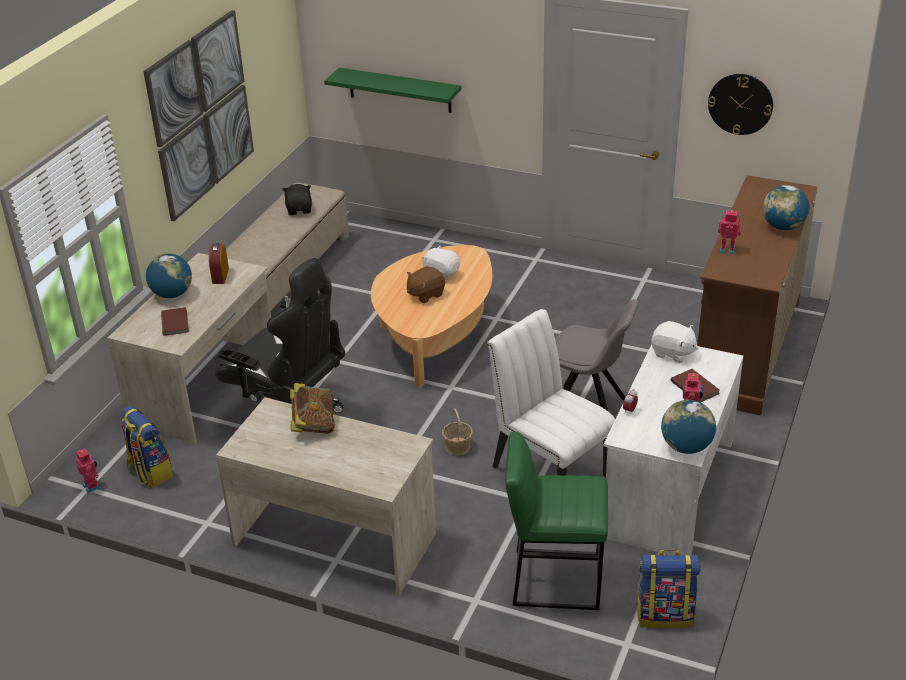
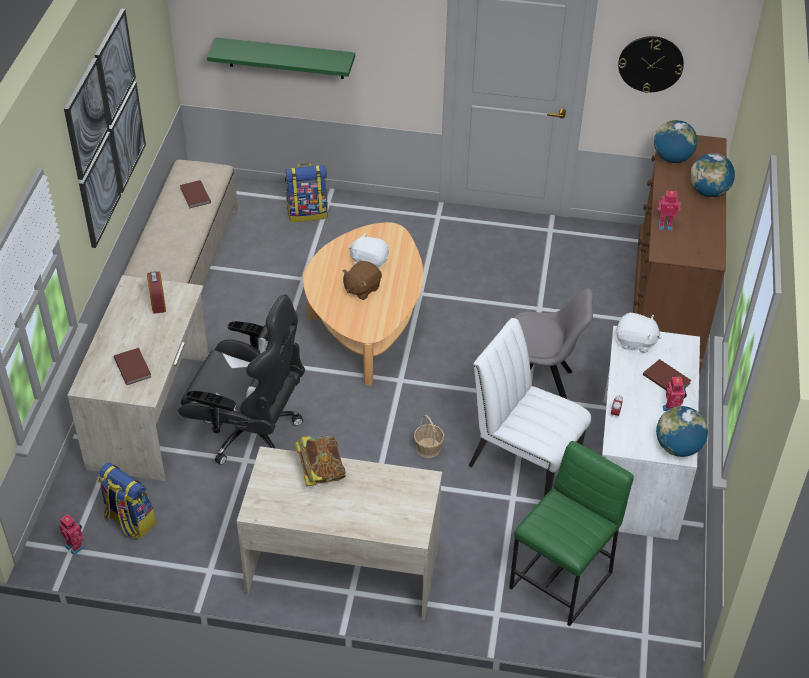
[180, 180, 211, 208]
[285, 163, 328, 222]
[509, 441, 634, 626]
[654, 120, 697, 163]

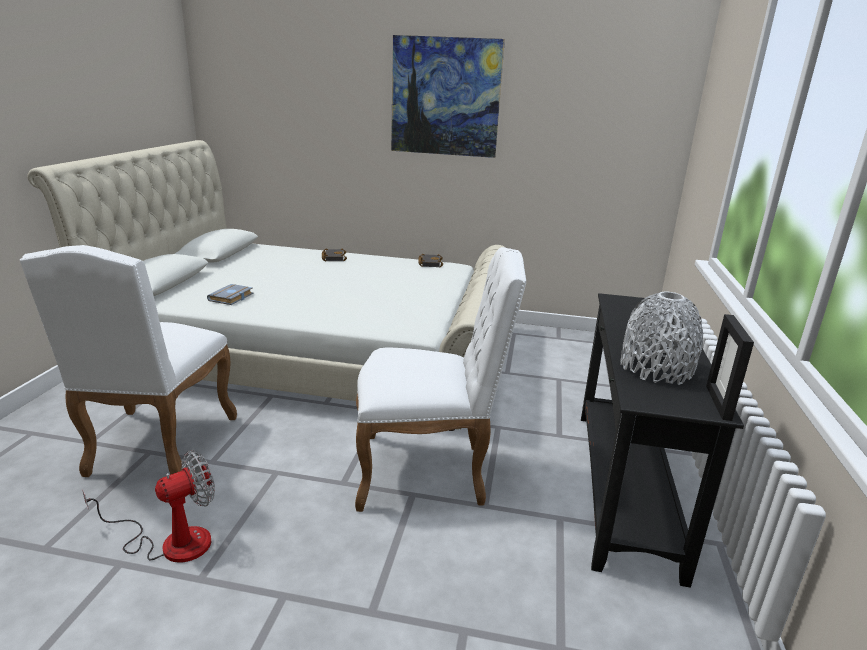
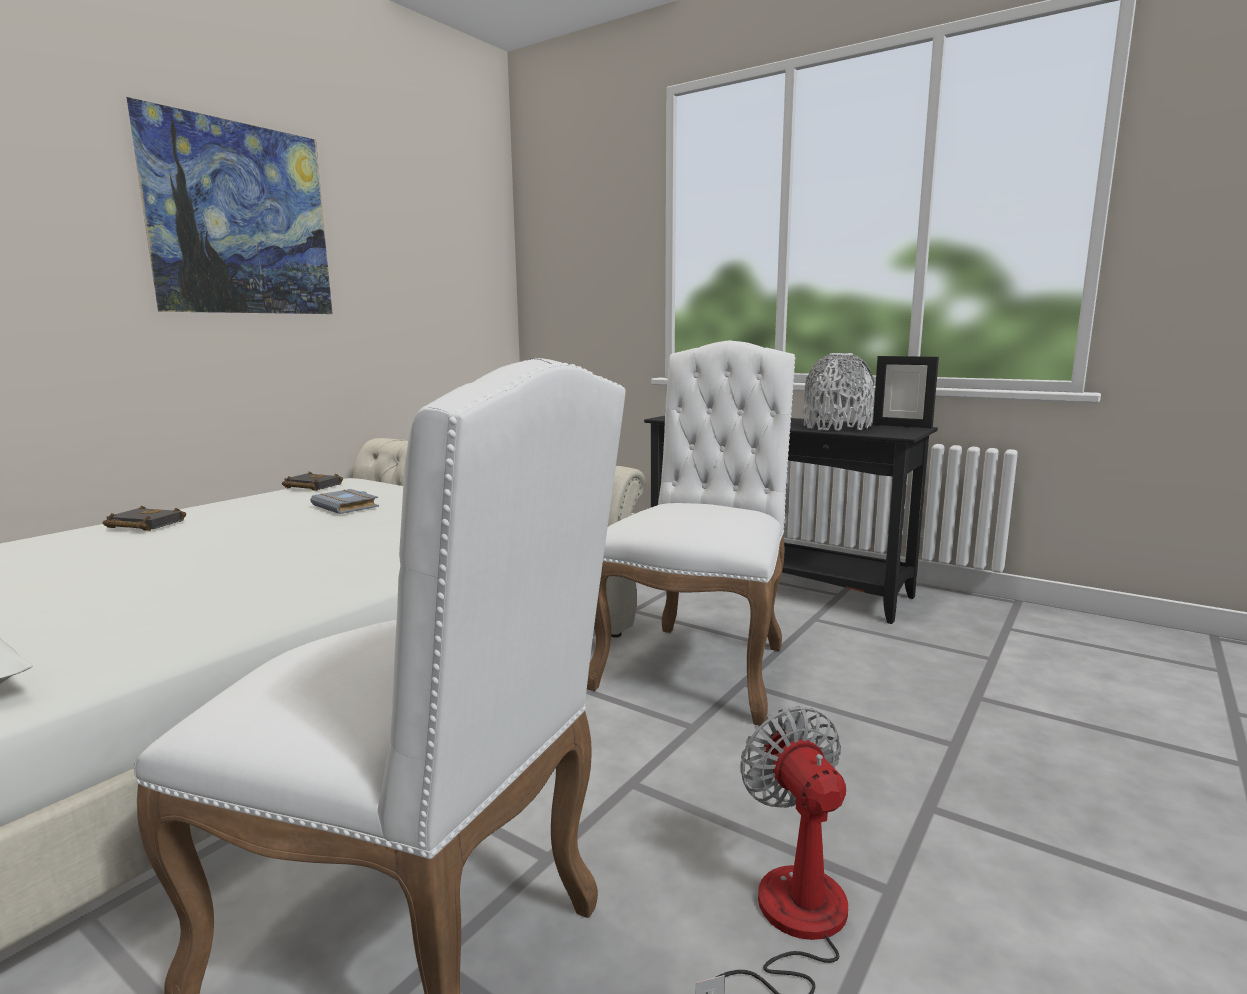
[310, 489, 379, 514]

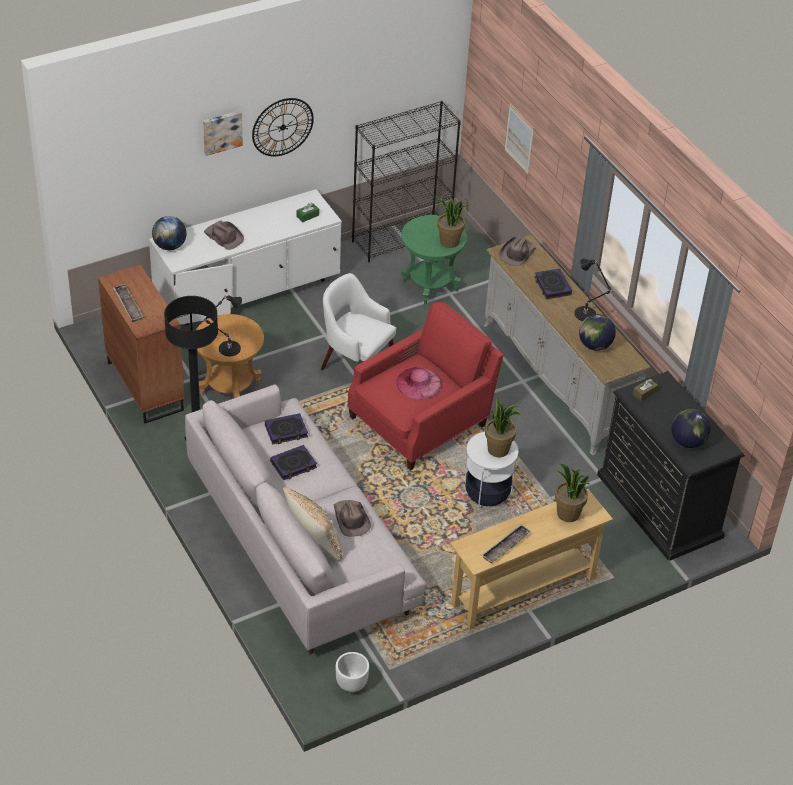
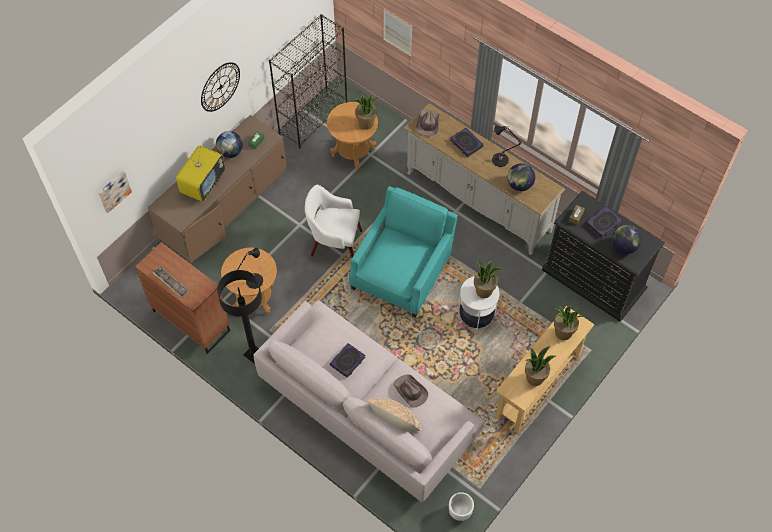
[98, 171, 132, 213]
[148, 115, 287, 263]
[176, 145, 225, 202]
[216, 131, 243, 158]
[327, 102, 378, 171]
[349, 186, 458, 318]
[525, 346, 556, 386]
[586, 207, 622, 238]
[396, 367, 441, 399] (first image)

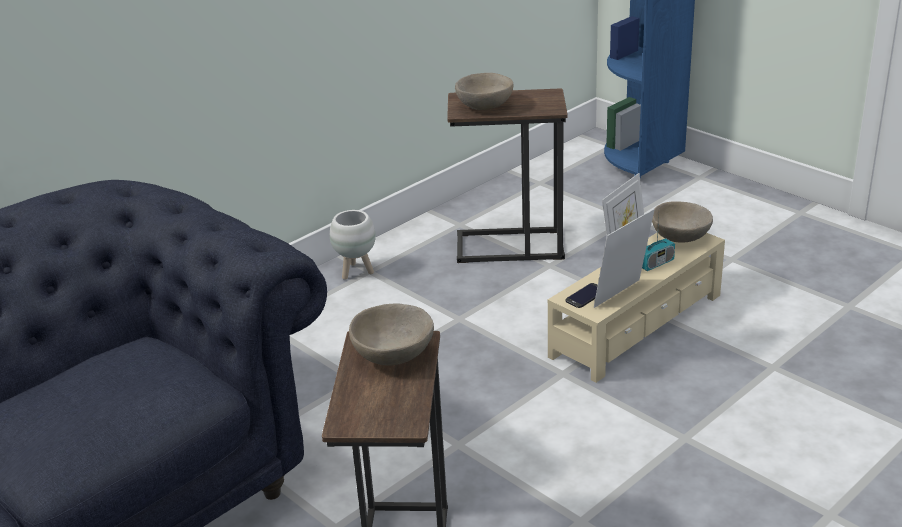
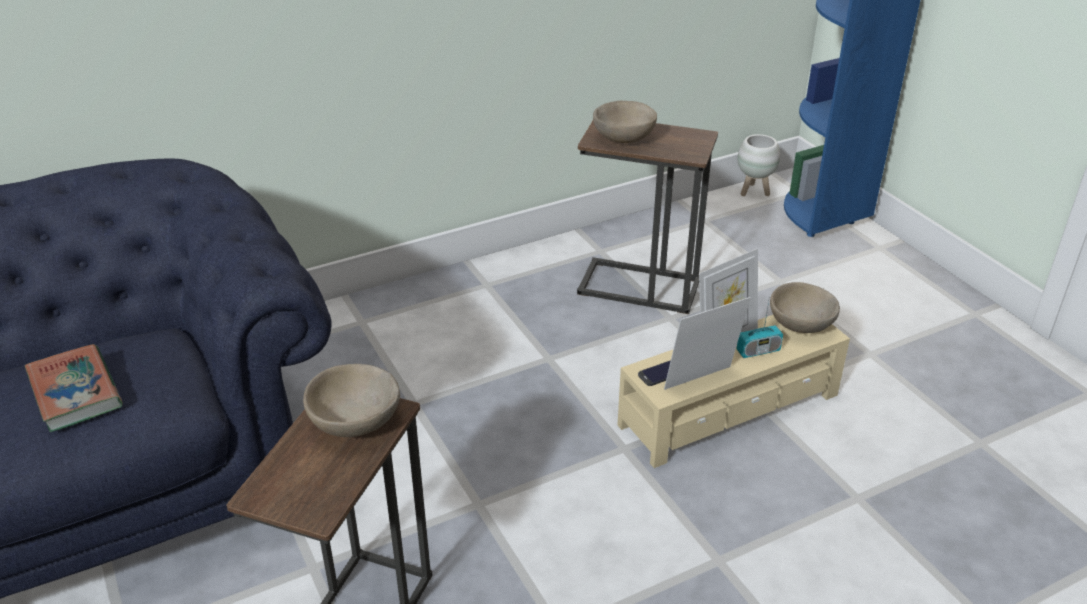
[25, 344, 123, 432]
[738, 134, 780, 196]

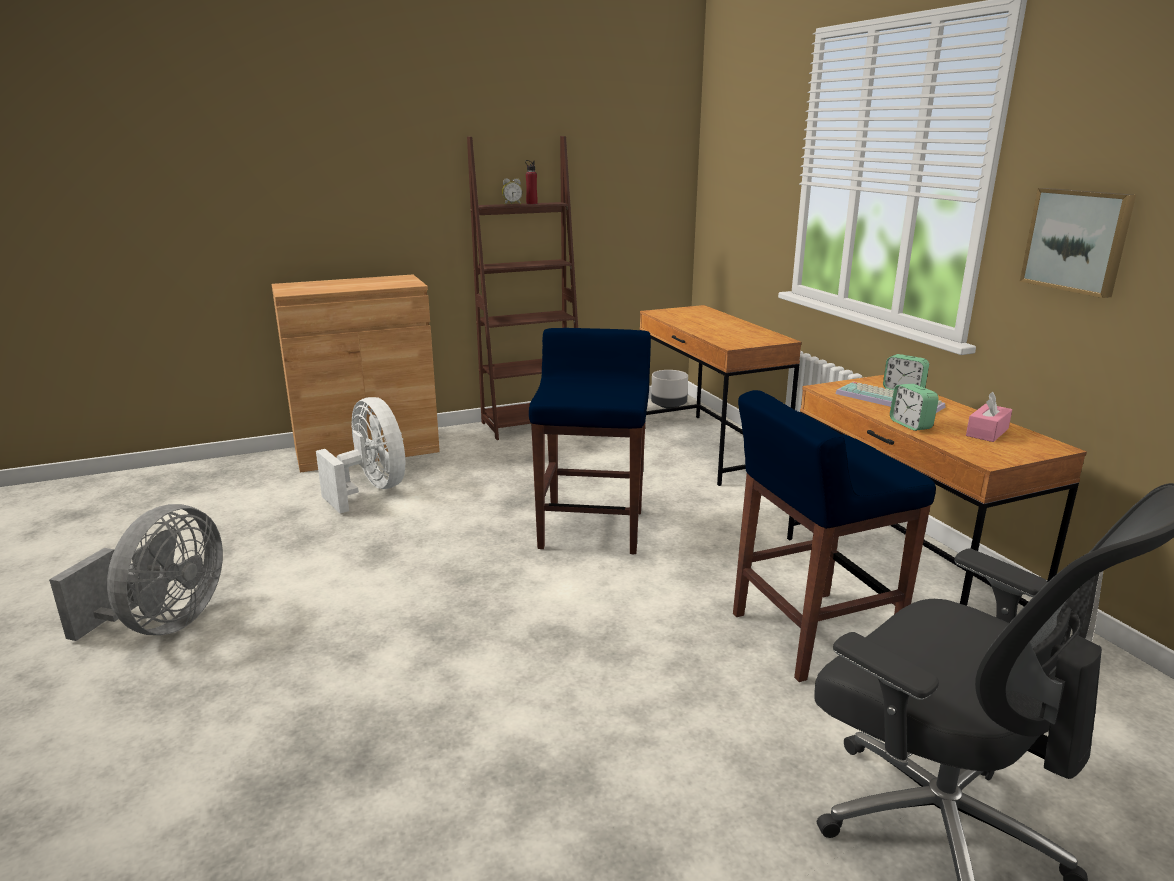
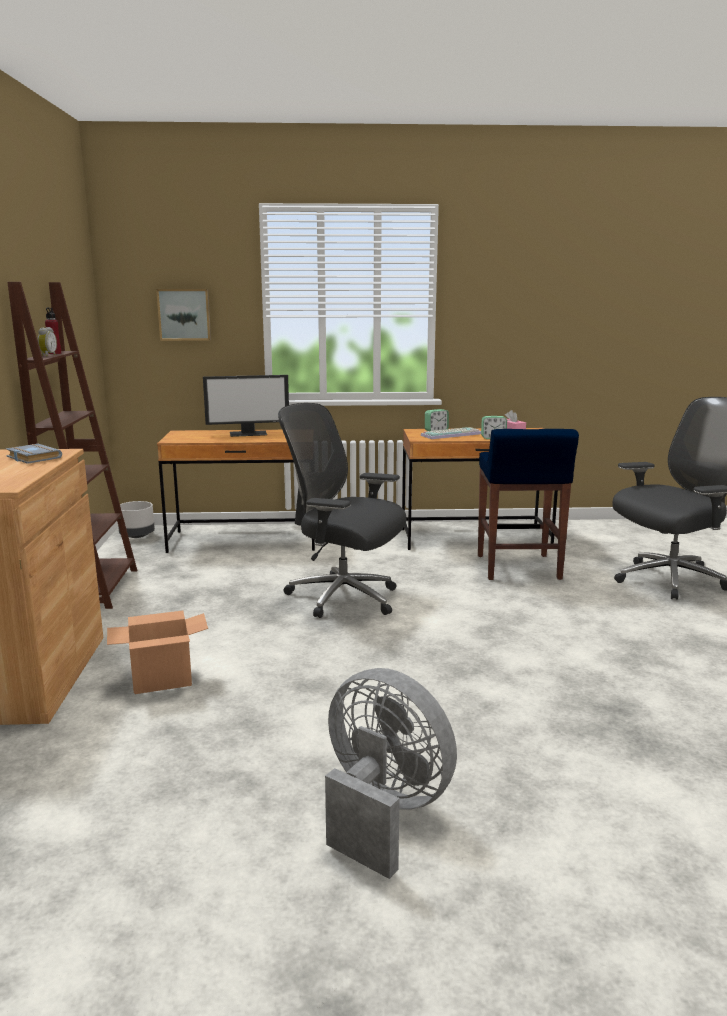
[6, 444, 62, 464]
[107, 611, 208, 694]
[156, 289, 211, 341]
[203, 375, 289, 437]
[278, 403, 406, 618]

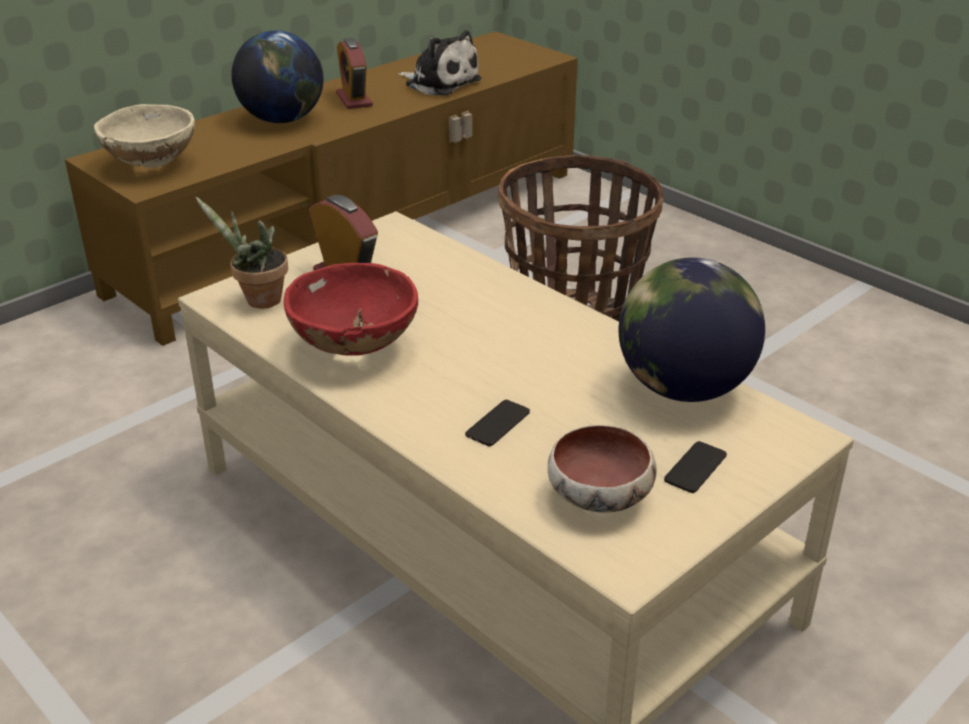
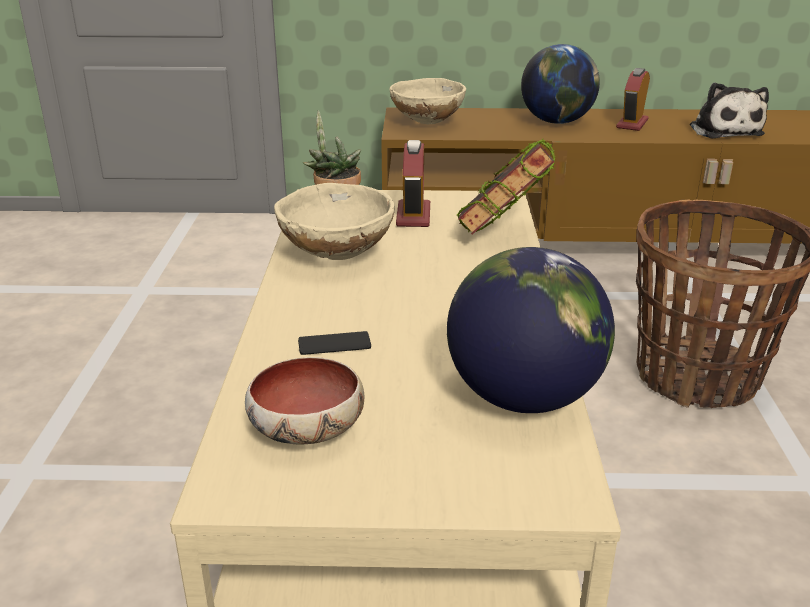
[274, 183, 395, 260]
[457, 139, 556, 235]
[664, 441, 727, 493] (first image)

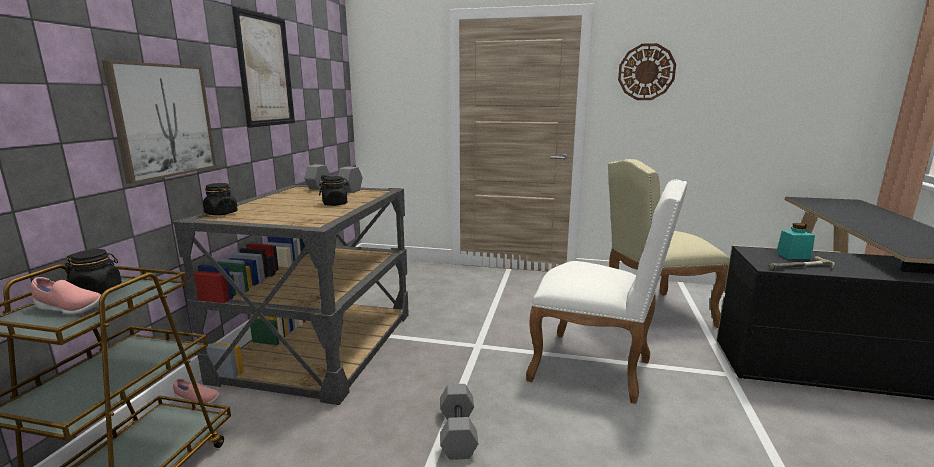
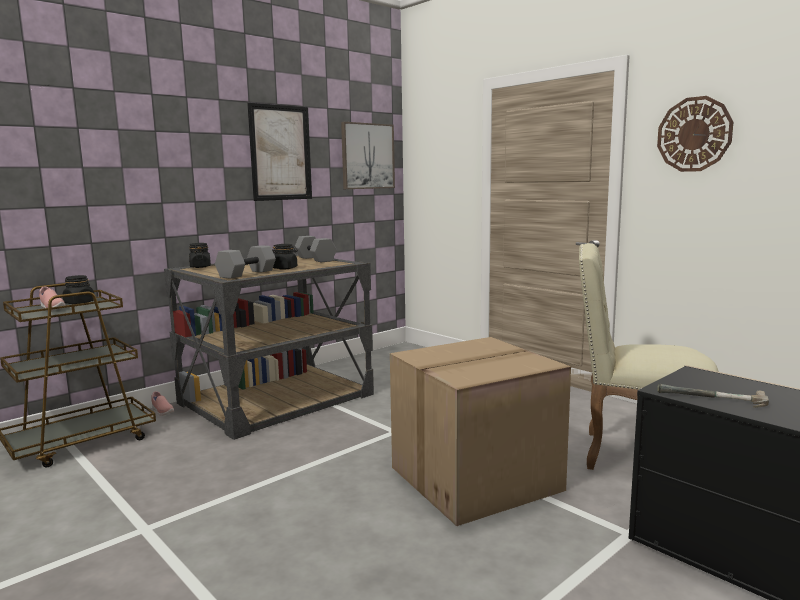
[215, 245, 276, 279]
[341, 122, 395, 189]
[390, 337, 571, 526]
[776, 223, 815, 259] (first image)

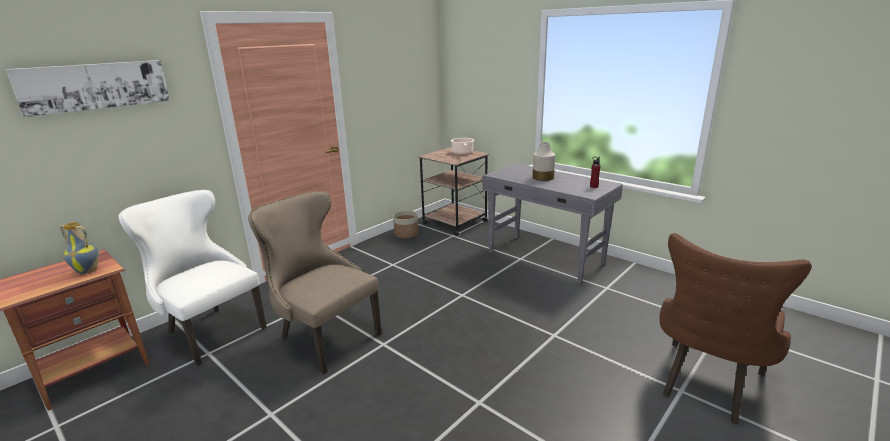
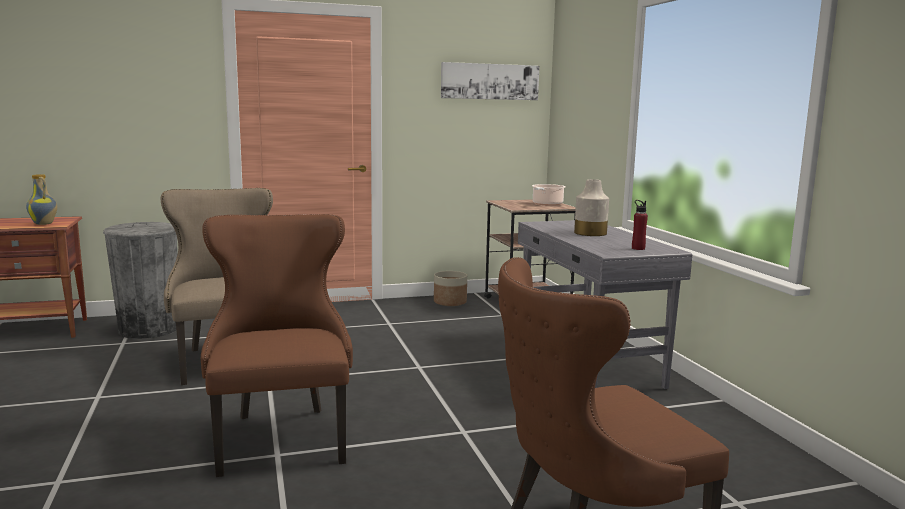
[103, 222, 177, 339]
[201, 214, 353, 477]
[441, 62, 539, 100]

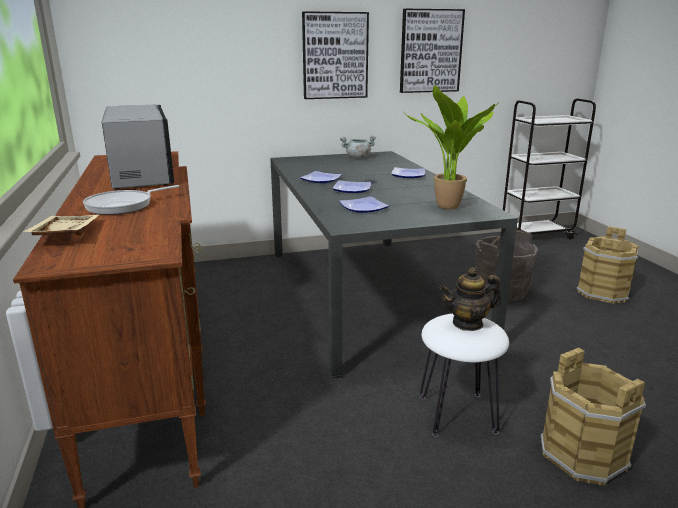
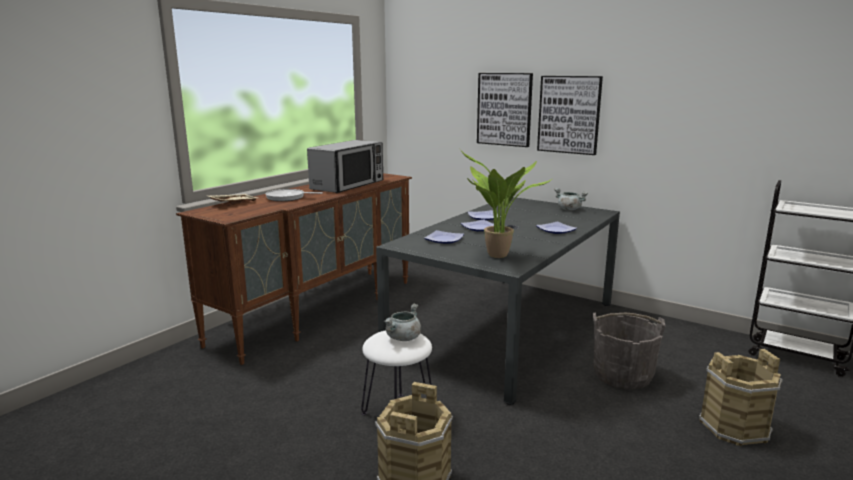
[384, 304, 421, 341]
[477, 73, 533, 147]

